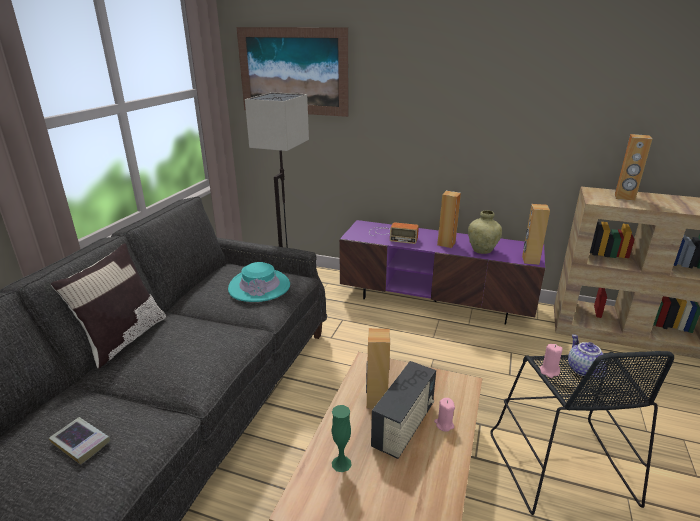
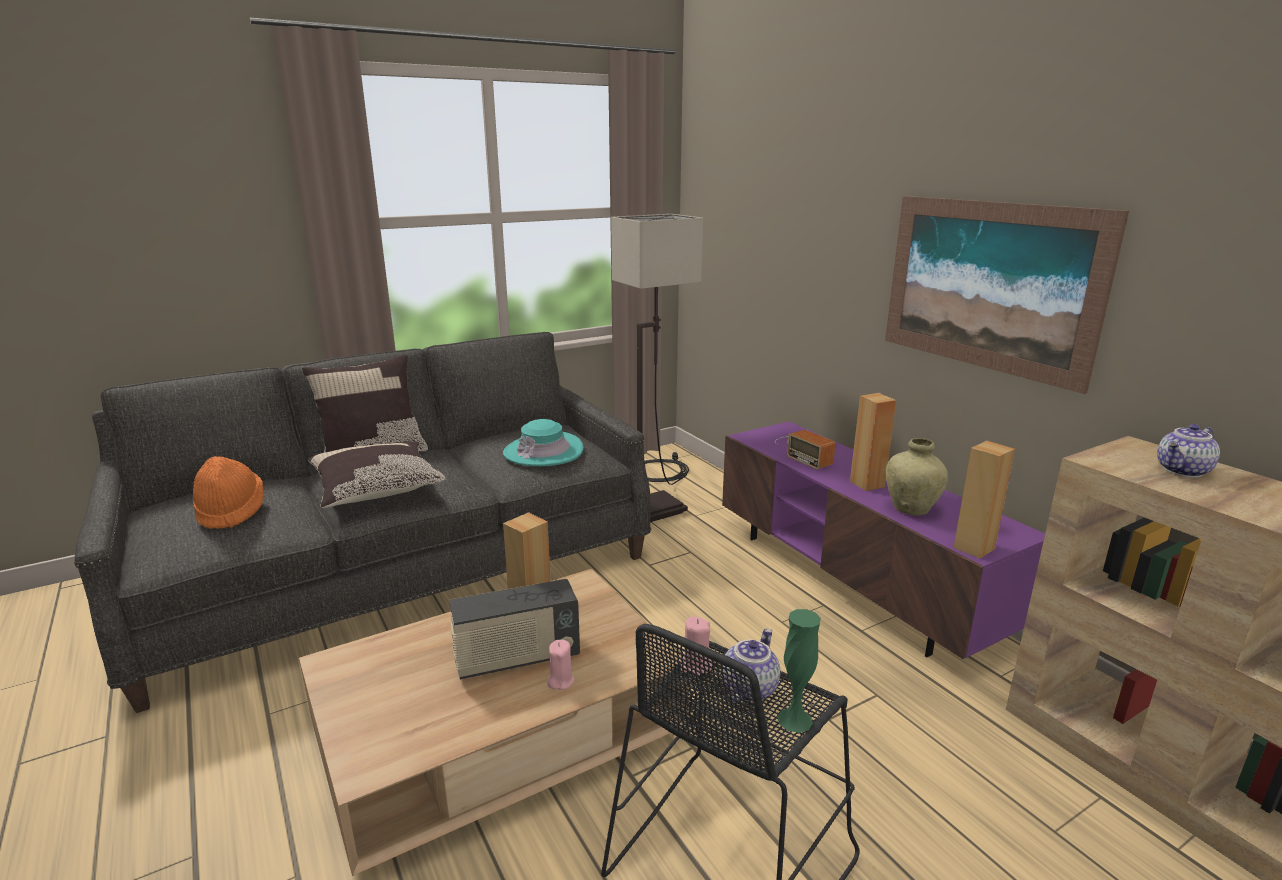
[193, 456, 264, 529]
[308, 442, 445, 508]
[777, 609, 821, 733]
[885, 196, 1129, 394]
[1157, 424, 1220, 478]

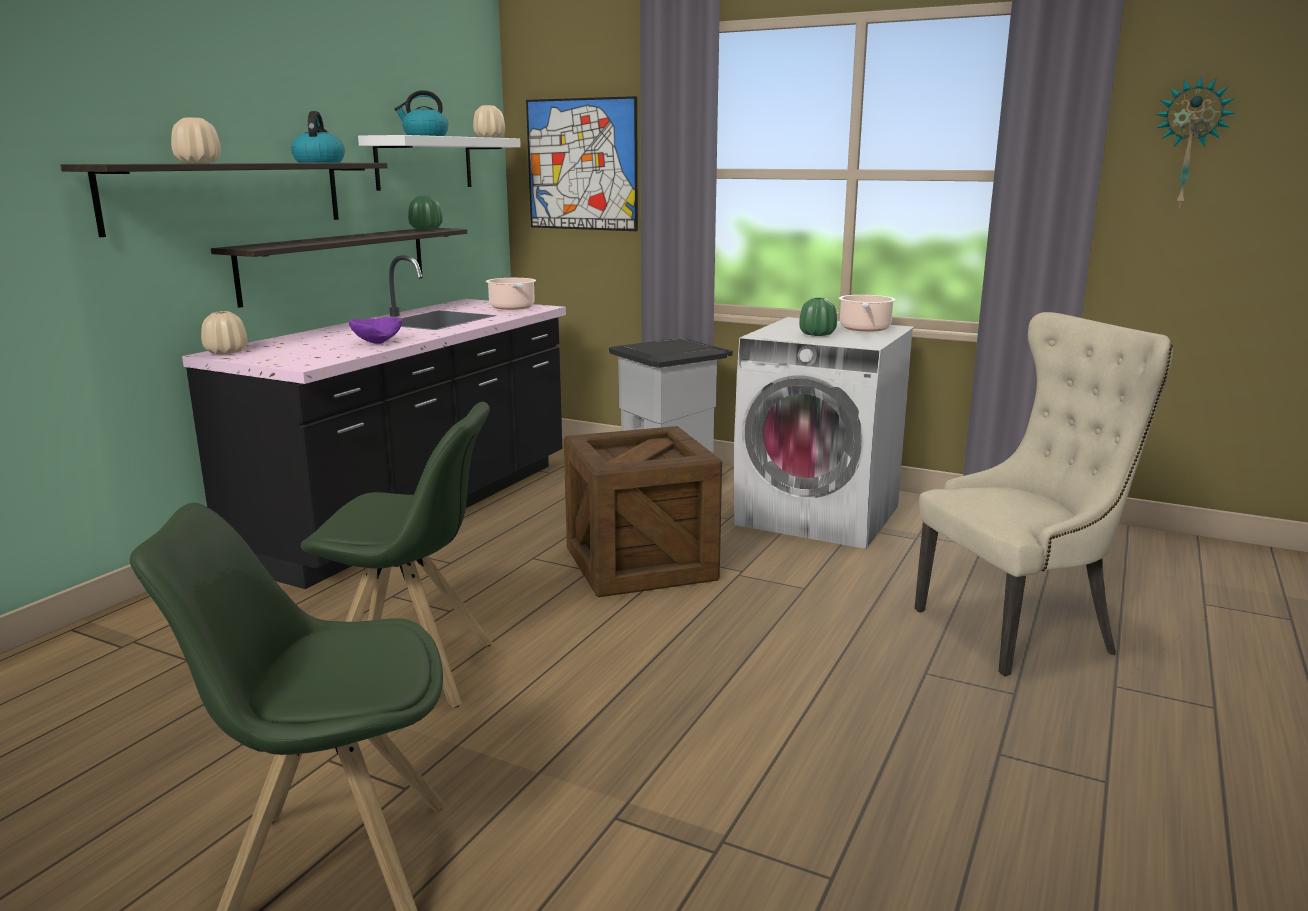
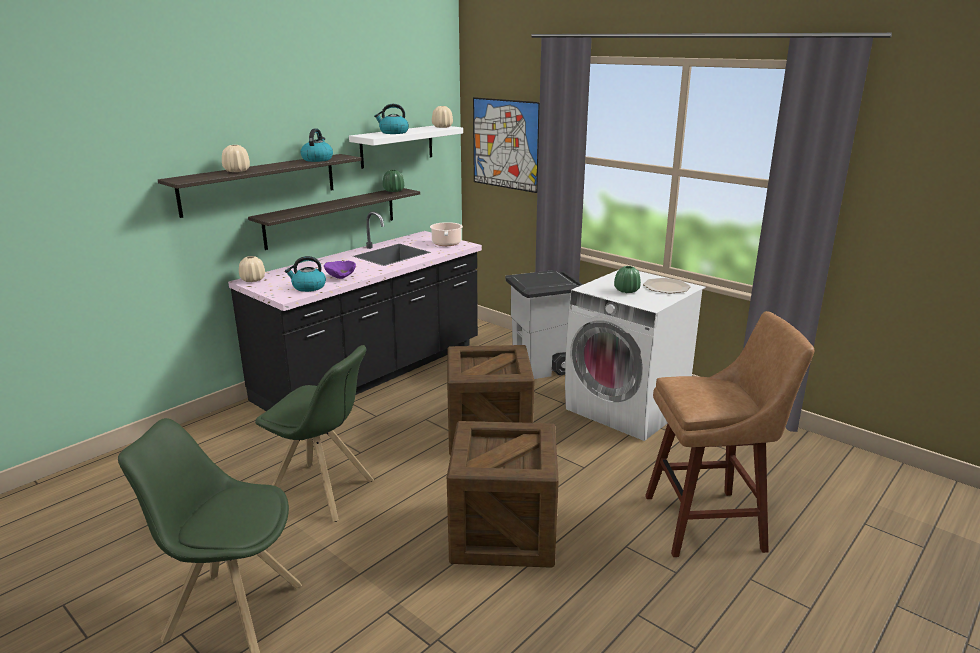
[285, 256, 326, 292]
[447, 421, 559, 568]
[643, 278, 691, 294]
[645, 311, 814, 557]
[1155, 76, 1235, 209] (first image)

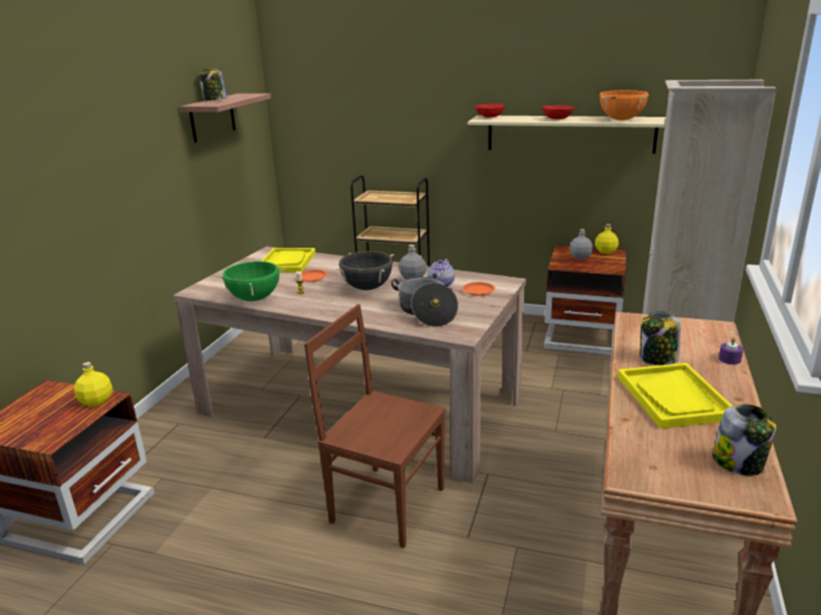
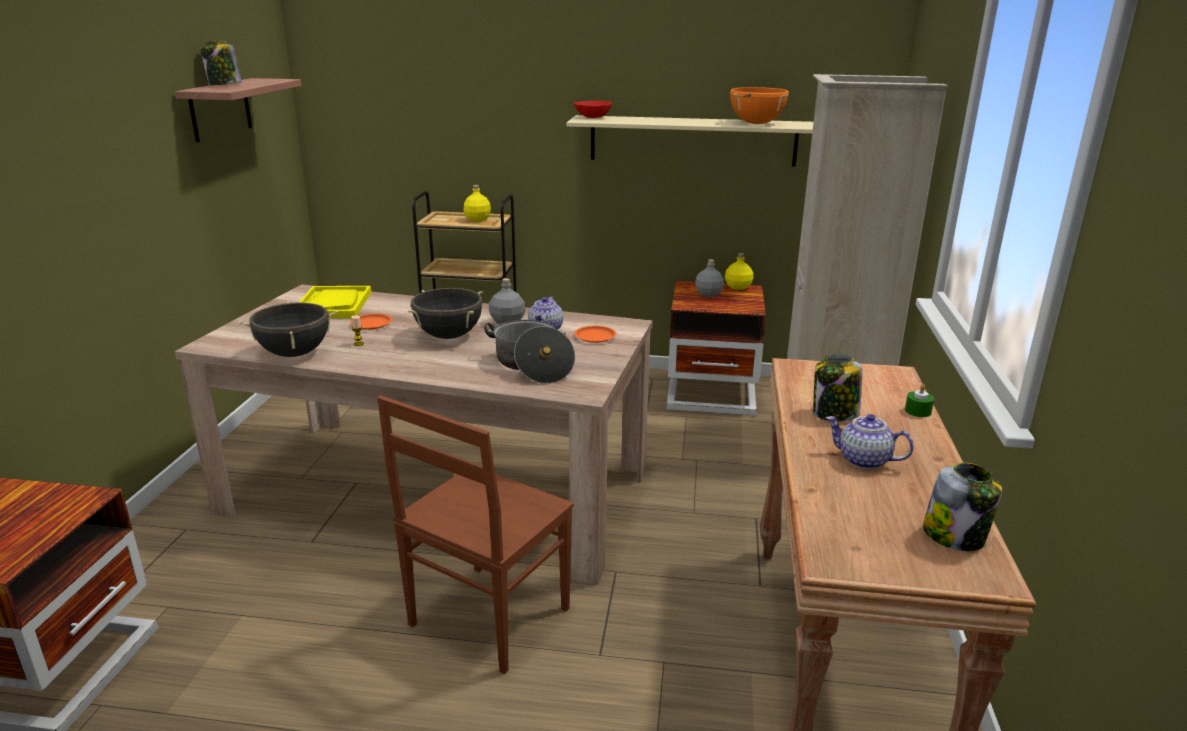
[239, 302, 338, 357]
[377, 395, 574, 674]
[464, 185, 491, 222]
[826, 414, 914, 469]
[905, 384, 934, 417]
[542, 105, 574, 119] (first image)

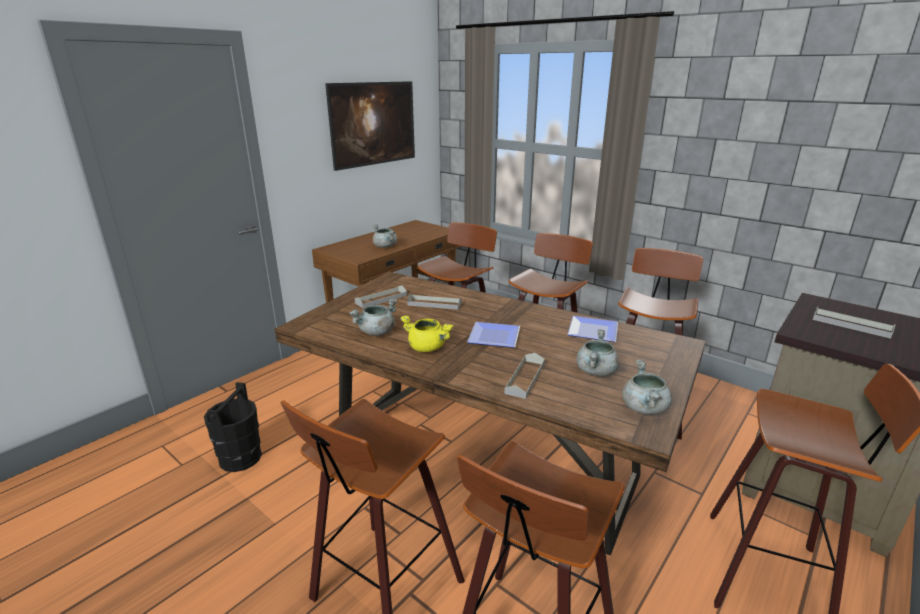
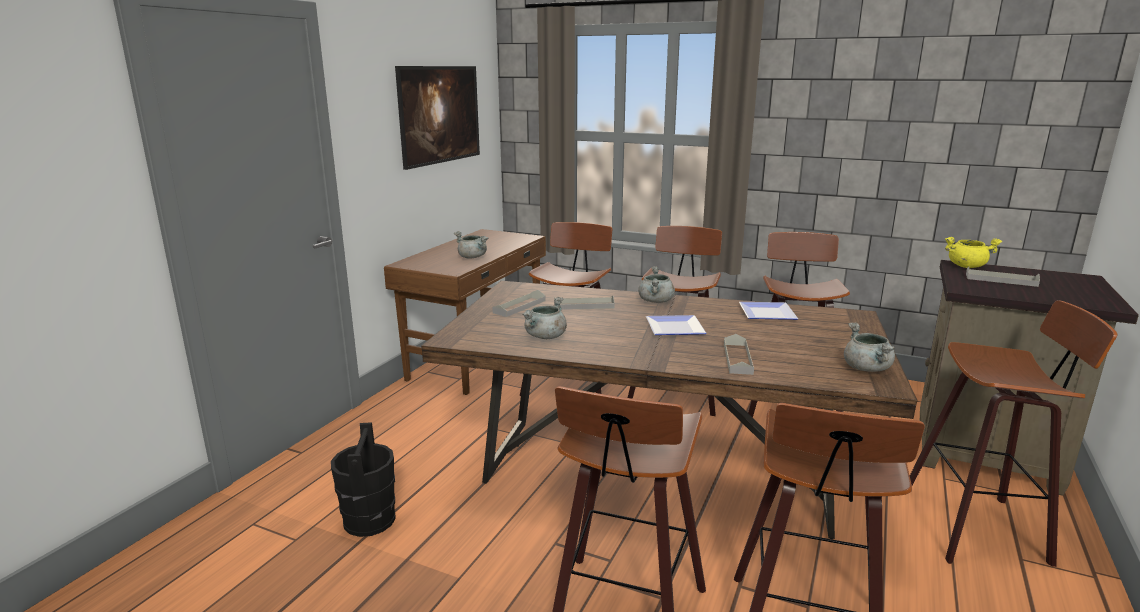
[638, 266, 675, 303]
[945, 237, 1002, 268]

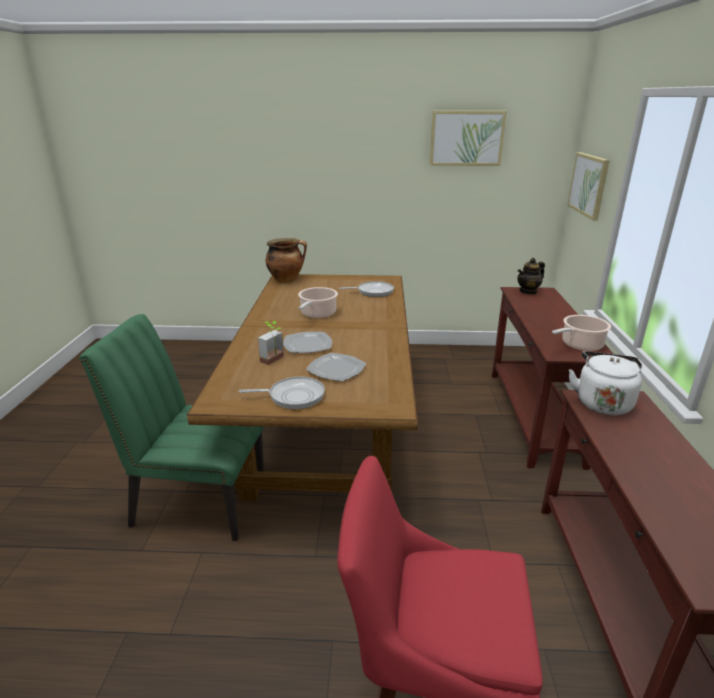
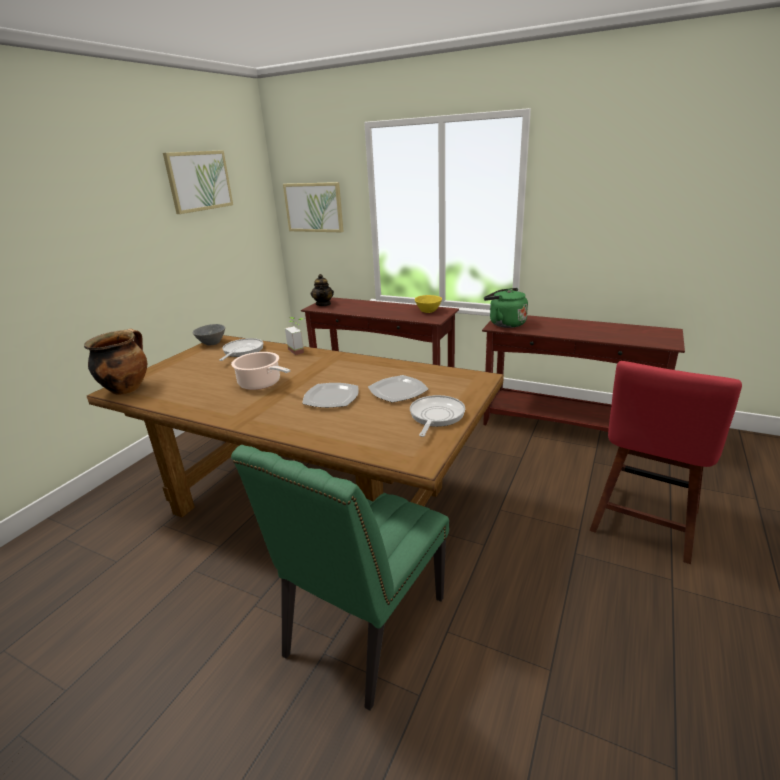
[193, 324, 225, 346]
[285, 317, 304, 355]
[415, 295, 442, 313]
[484, 288, 528, 328]

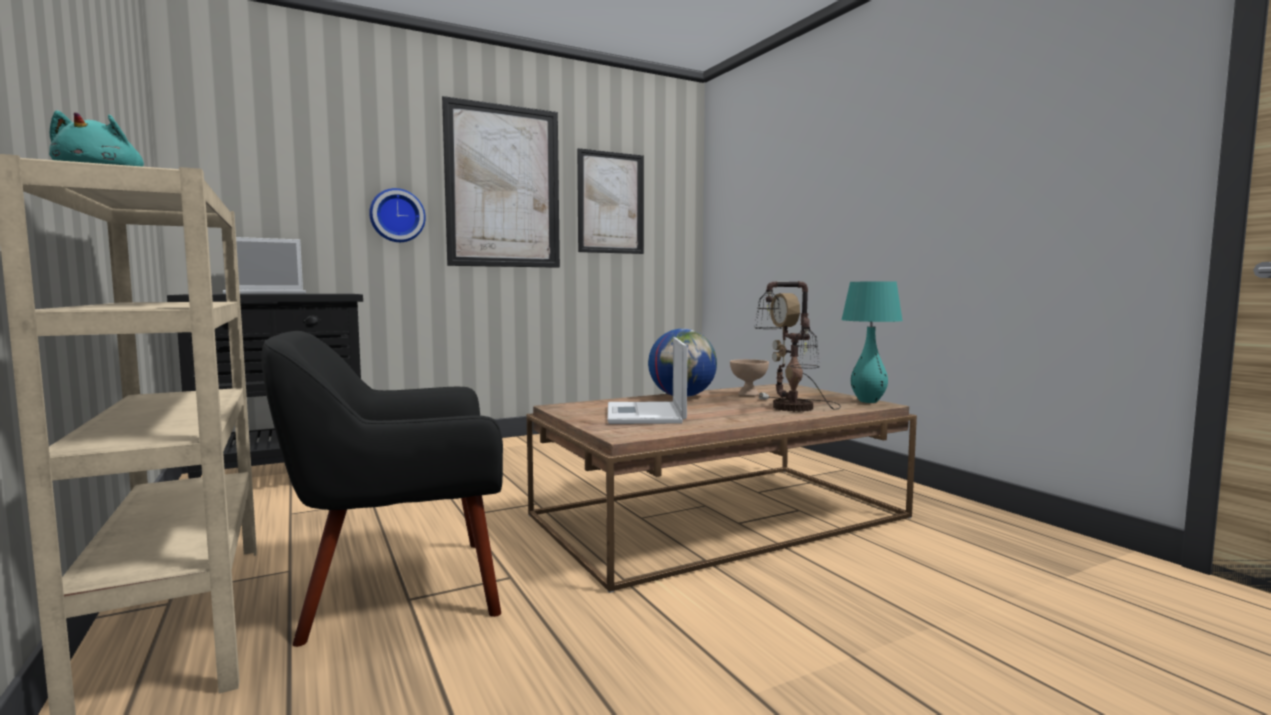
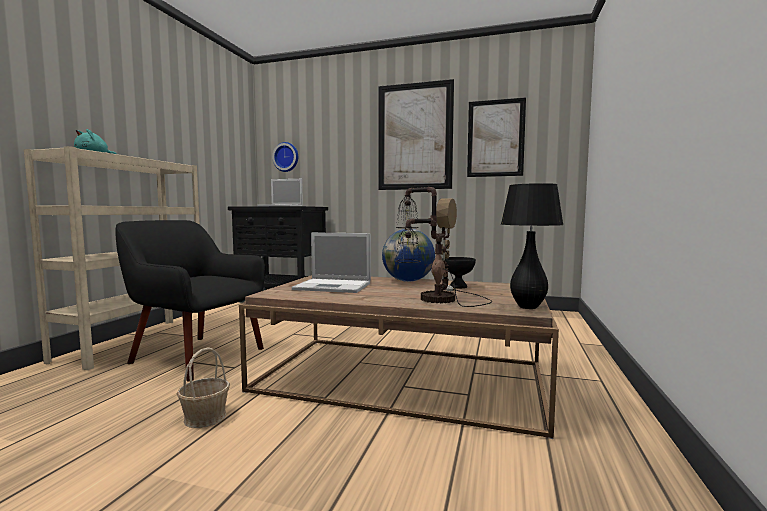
[177, 347, 230, 428]
[272, 142, 298, 172]
[292, 232, 371, 293]
[442, 257, 476, 288]
[501, 183, 564, 309]

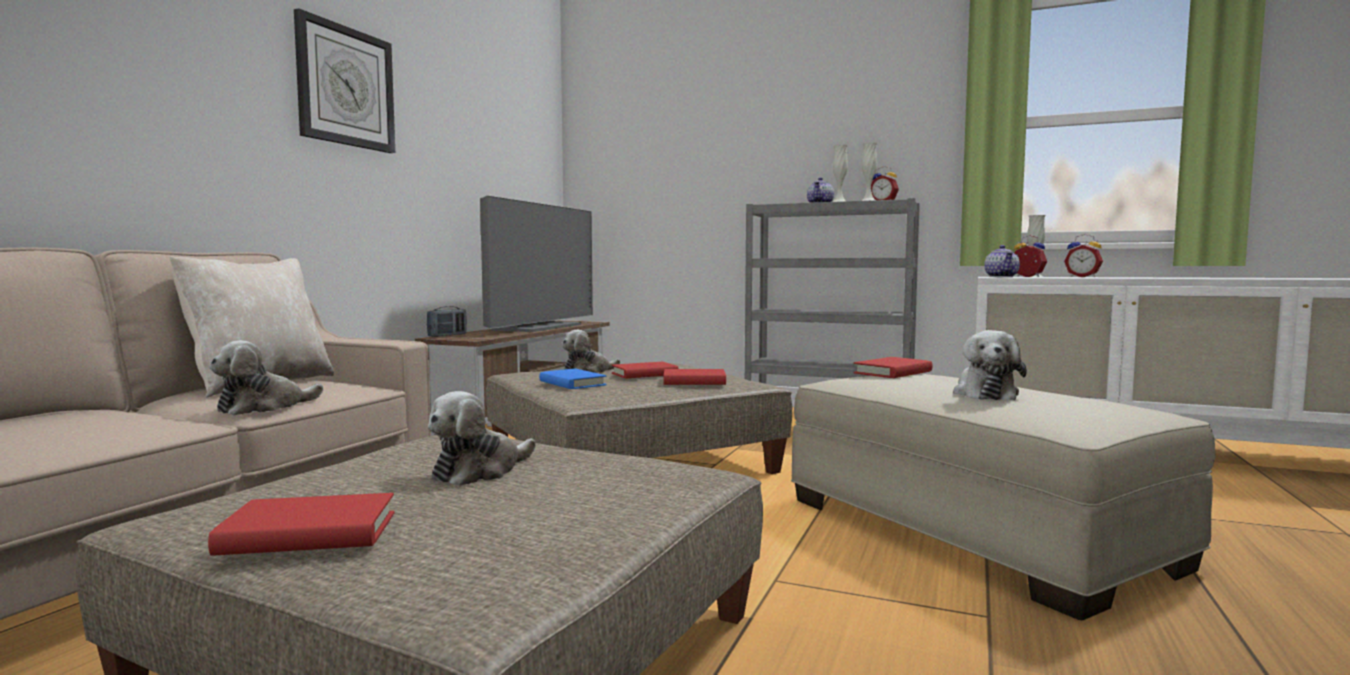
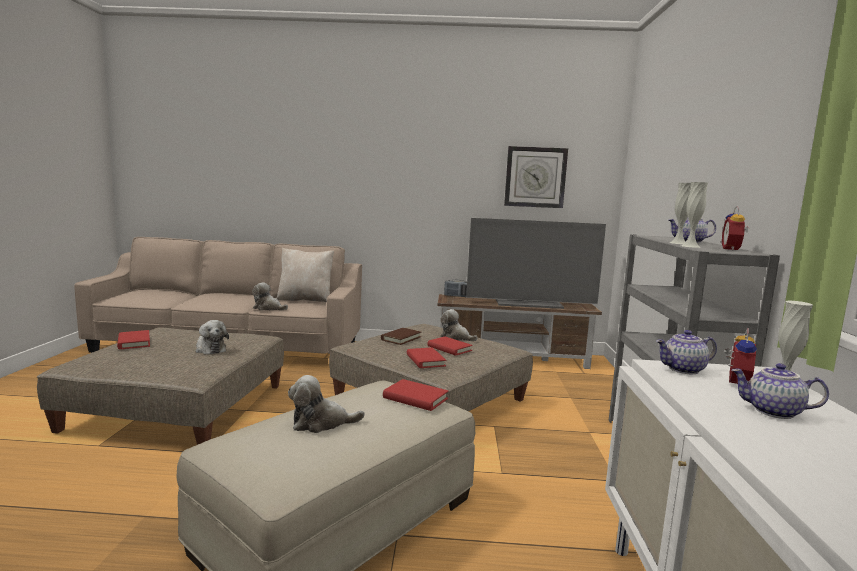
[195, 320, 229, 355]
[381, 328, 421, 345]
[504, 146, 568, 208]
[731, 363, 829, 419]

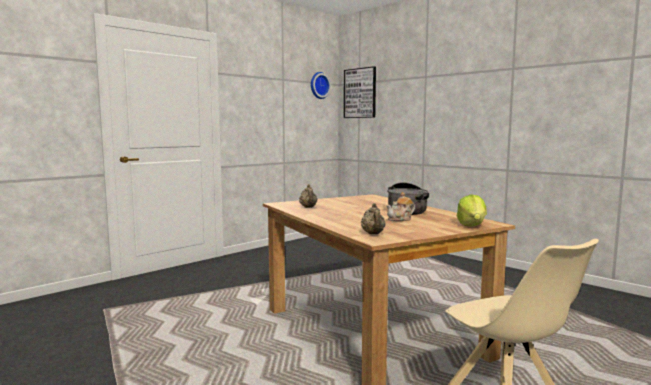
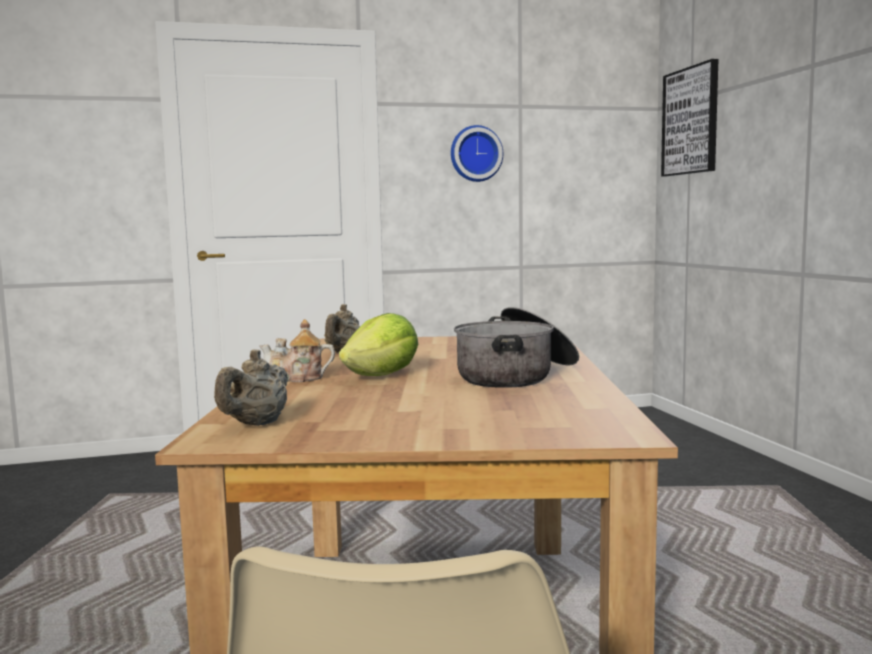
[259, 319, 335, 382]
[339, 313, 418, 376]
[451, 125, 503, 182]

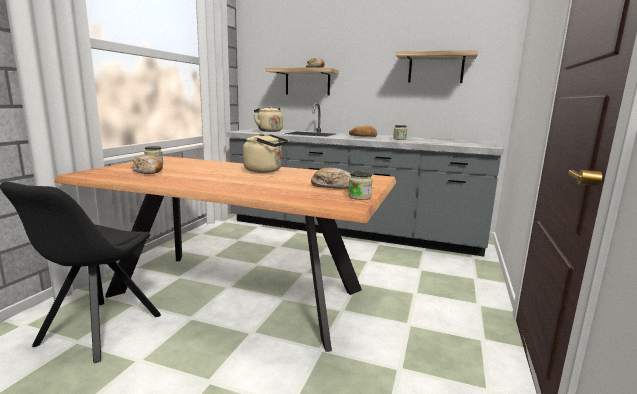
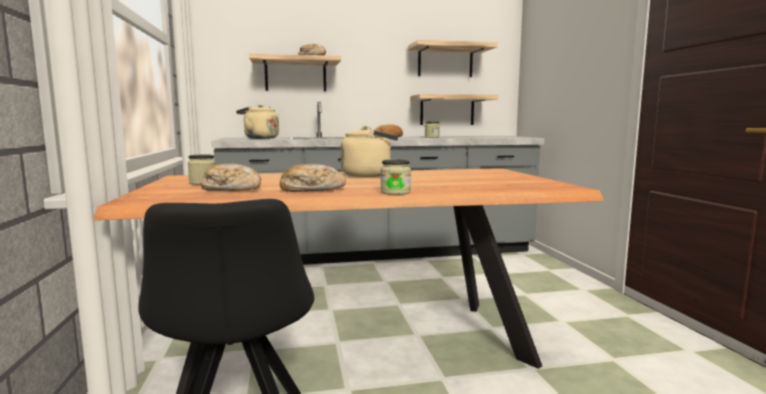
[280, 164, 346, 192]
[381, 160, 411, 195]
[410, 94, 499, 125]

